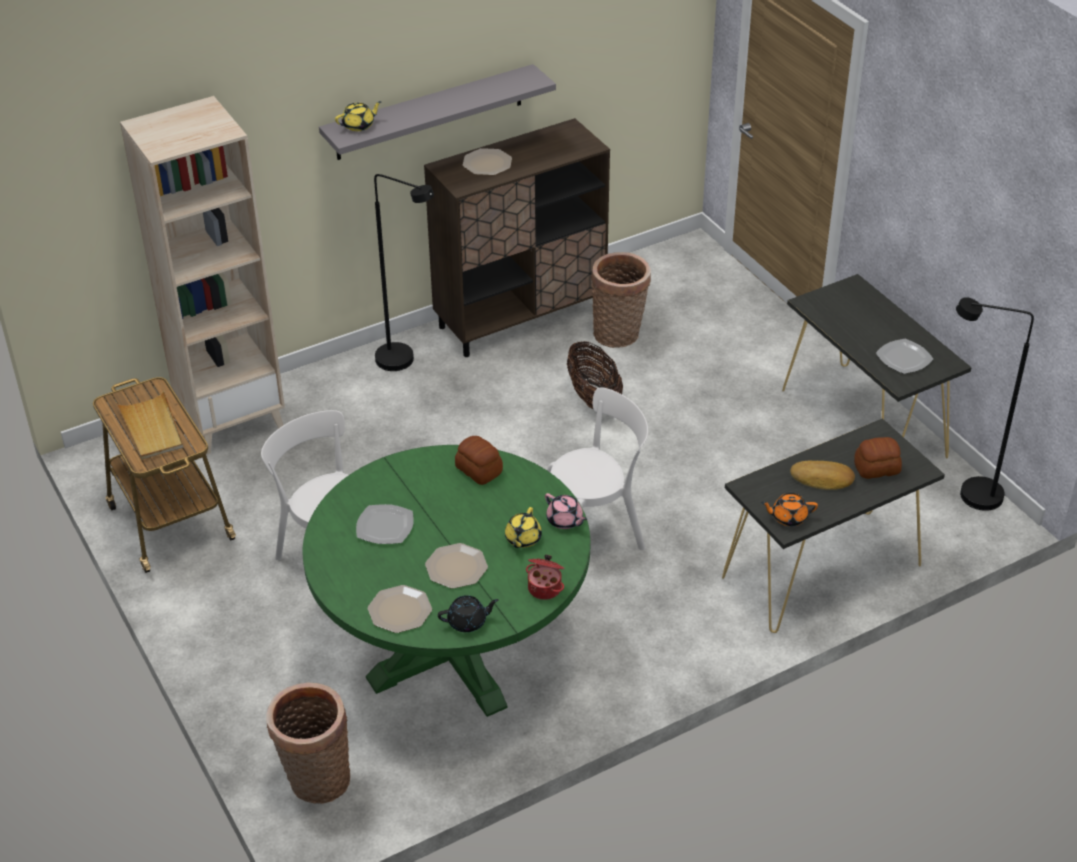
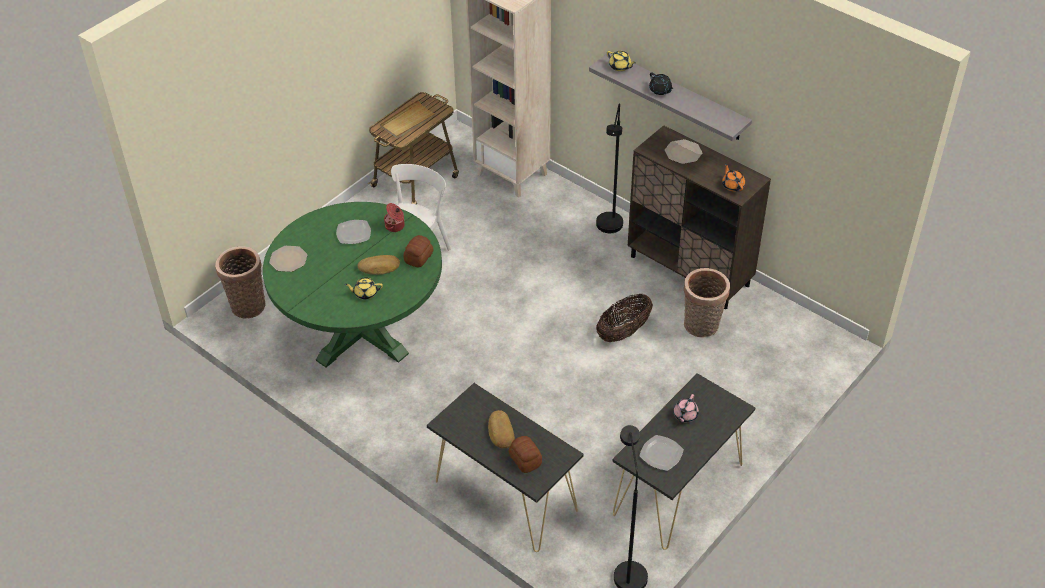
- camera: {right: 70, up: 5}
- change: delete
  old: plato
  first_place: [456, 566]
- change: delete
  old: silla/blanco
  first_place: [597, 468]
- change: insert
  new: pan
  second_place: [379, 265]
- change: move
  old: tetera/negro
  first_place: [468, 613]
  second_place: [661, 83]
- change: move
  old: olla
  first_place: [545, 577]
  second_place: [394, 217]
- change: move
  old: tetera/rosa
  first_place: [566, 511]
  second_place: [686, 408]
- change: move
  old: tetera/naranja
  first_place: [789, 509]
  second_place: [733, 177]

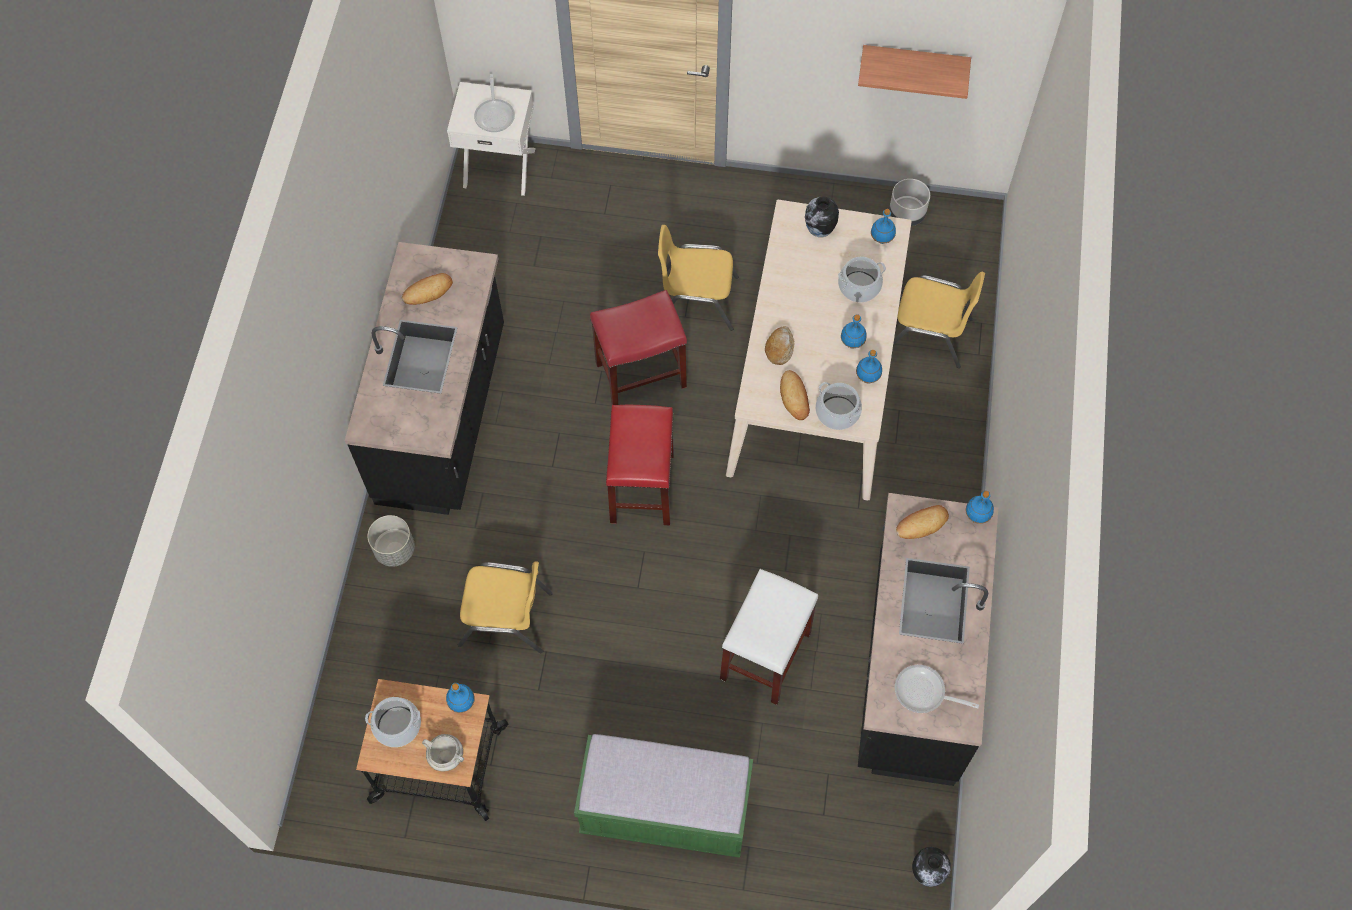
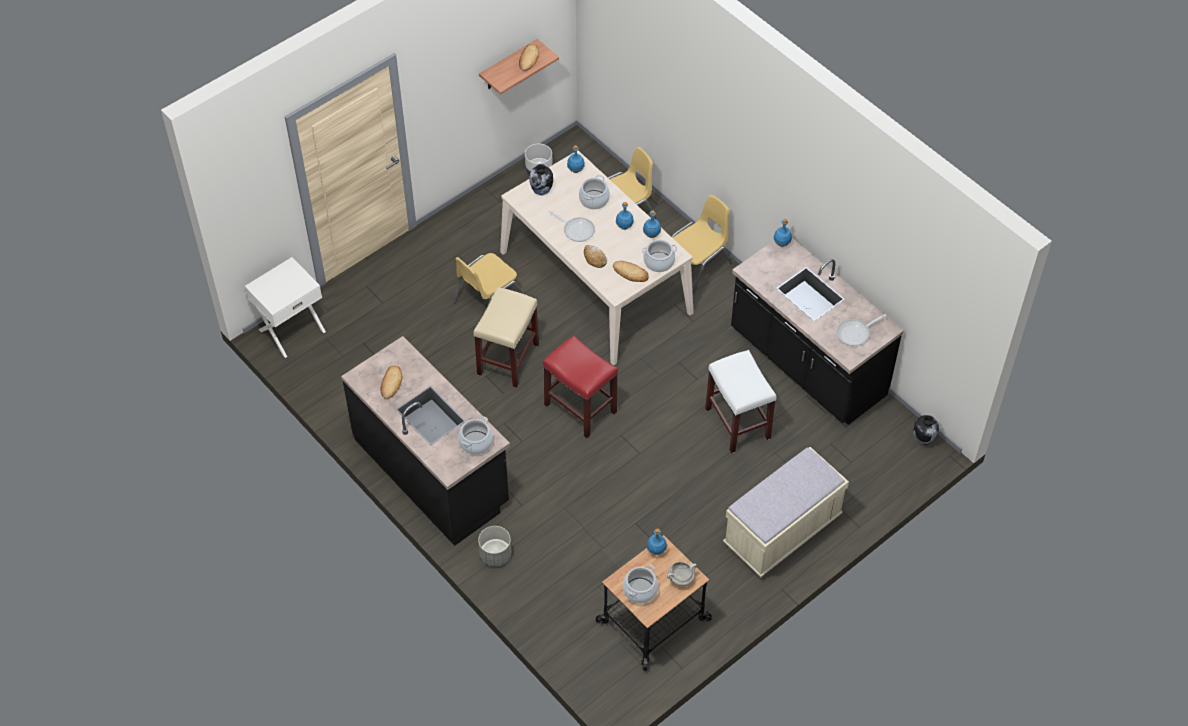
- camera: {right: -50, up: -10}
- change: insert
  new: olla
  second_place: [475, 435]
- change: move
  old: silla/amarillo
  first_place: [505, 607]
  second_place: [701, 244]
- change: move
  old: sartén
  first_place: [494, 103]
  second_place: [571, 226]
- change: move
  old: pan
  first_place: [922, 522]
  second_place: [529, 57]
- change: recolor
  old: banco/verde
  new: banco/beis
  first_place: [663, 796]
  second_place: [786, 512]
- change: recolor
  old: taburete/rojo
  new: taburete/beis
  first_place: [638, 347]
  second_place: [506, 337]

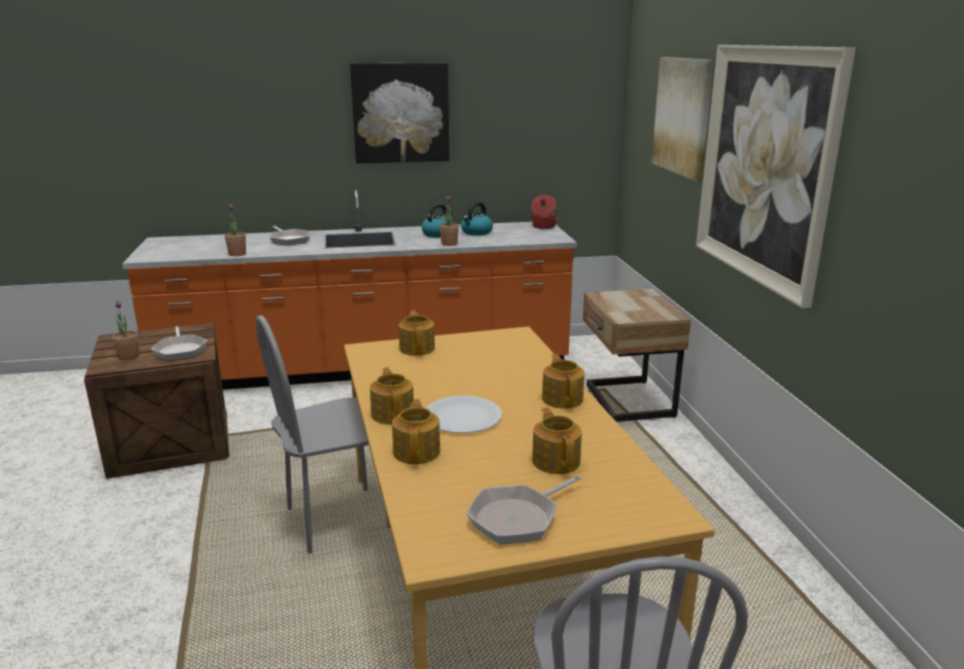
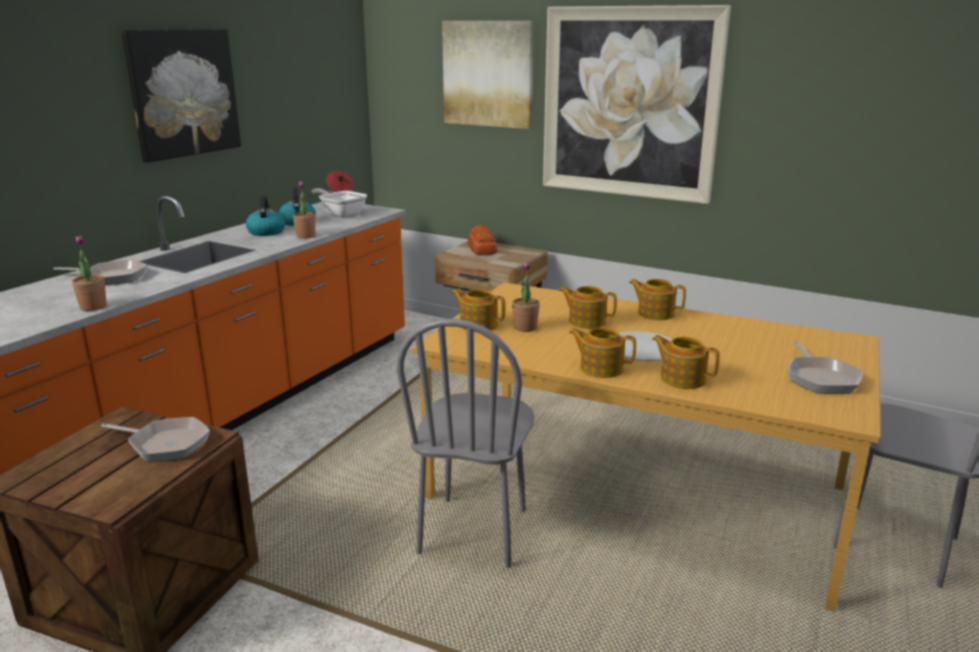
- camera: {right: -50, up: 0}
- change: insert
  new: sartén
  second_place: [339, 203]
- change: insert
  new: pan
  second_place: [482, 240]
- change: move
  old: planta en maceta
  first_place: [125, 330]
  second_place: [526, 296]
- change: move
  old: tetera
  first_place: [557, 440]
  second_place: [588, 307]

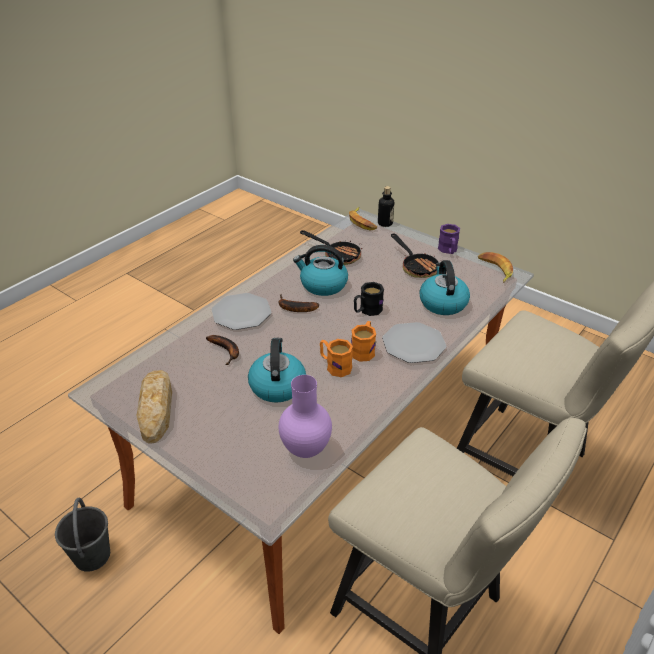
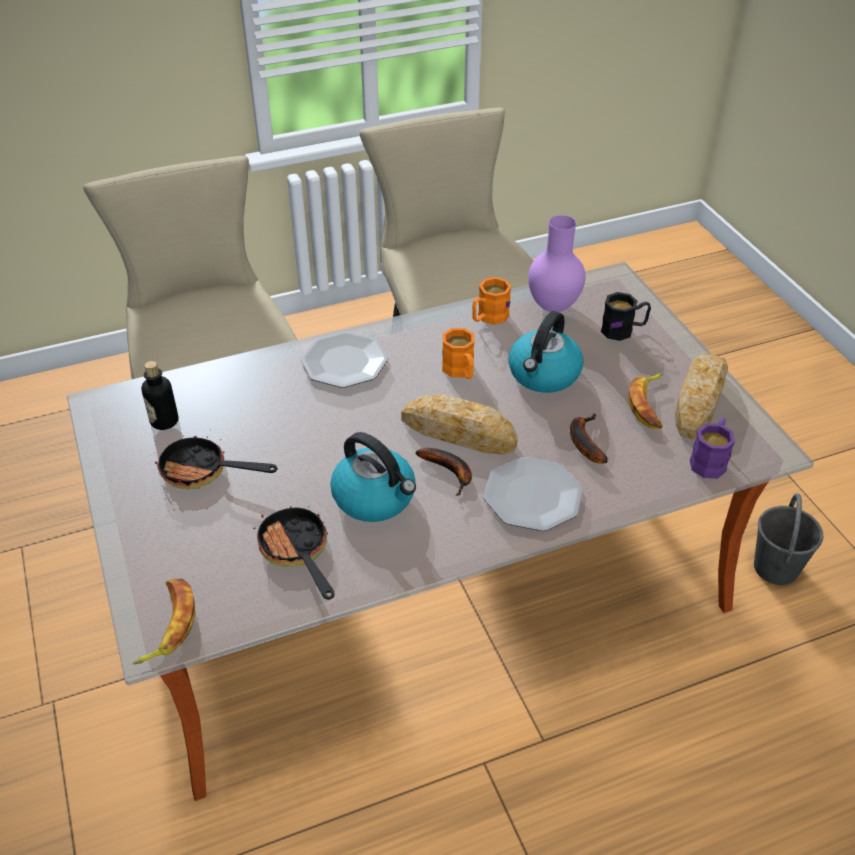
- camera: {right: -150, up: 5}
- change: delete
  old: hervidor
  first_place: [444, 287]
- change: insert
  new: pan
  second_place: [459, 424]
- change: move
  old: taza grande/naranja
  first_place: [363, 341]
  second_place: [491, 301]
- change: move
  old: taza grande/negro
  first_place: [369, 299]
  second_place: [626, 316]
- change: move
  old: botella
  first_place: [386, 206]
  second_place: [160, 395]
- change: move
  old: taza grande/morado
  first_place: [449, 239]
  second_place: [712, 448]
- change: move
  old: plátano
  first_place: [495, 267]
  second_place: [646, 401]
- change: rotate
  old: sartén
  first_place: [415, 256]
  second_place: [216, 462]
  degrees: -75

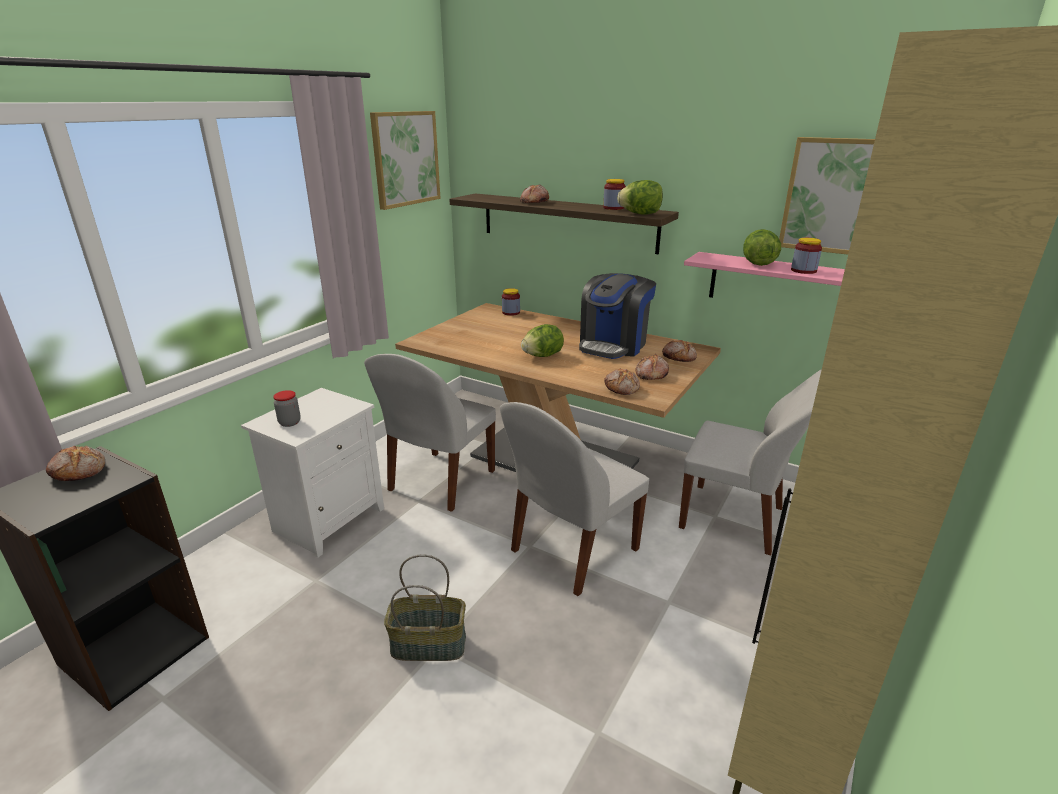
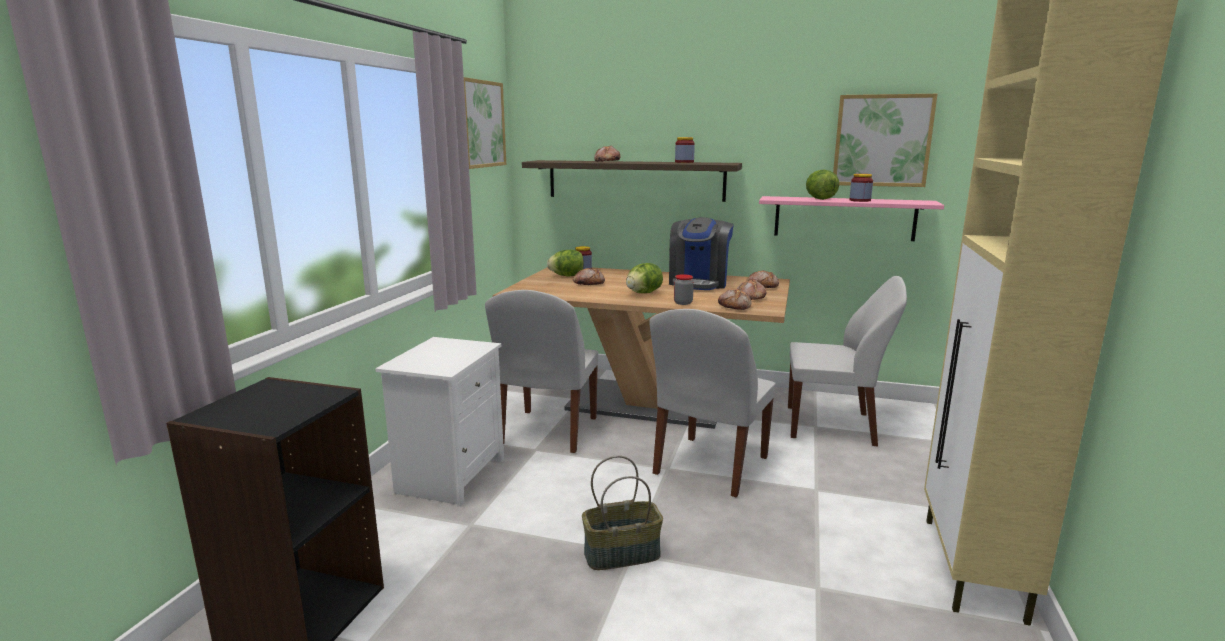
- camera: {right: -15, up: -10}
- change: move
  old: pan
  first_place: [75, 463]
  second_place: [589, 276]
- change: move
  old: tarro
  first_place: [287, 408]
  second_place: [684, 289]
- change: move
  old: lechuga
  first_place: [640, 197]
  second_place: [565, 263]

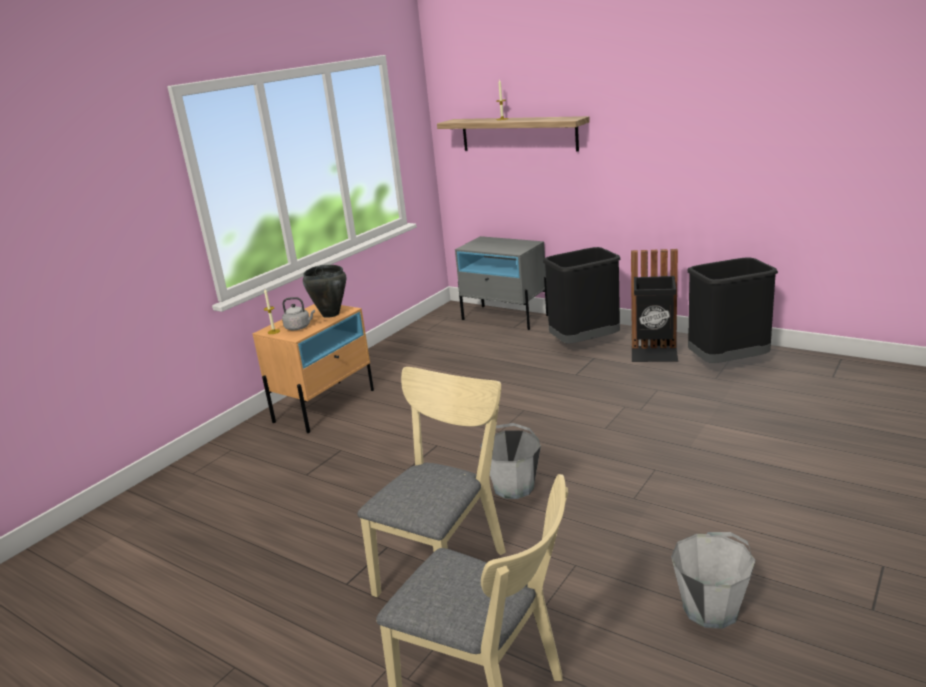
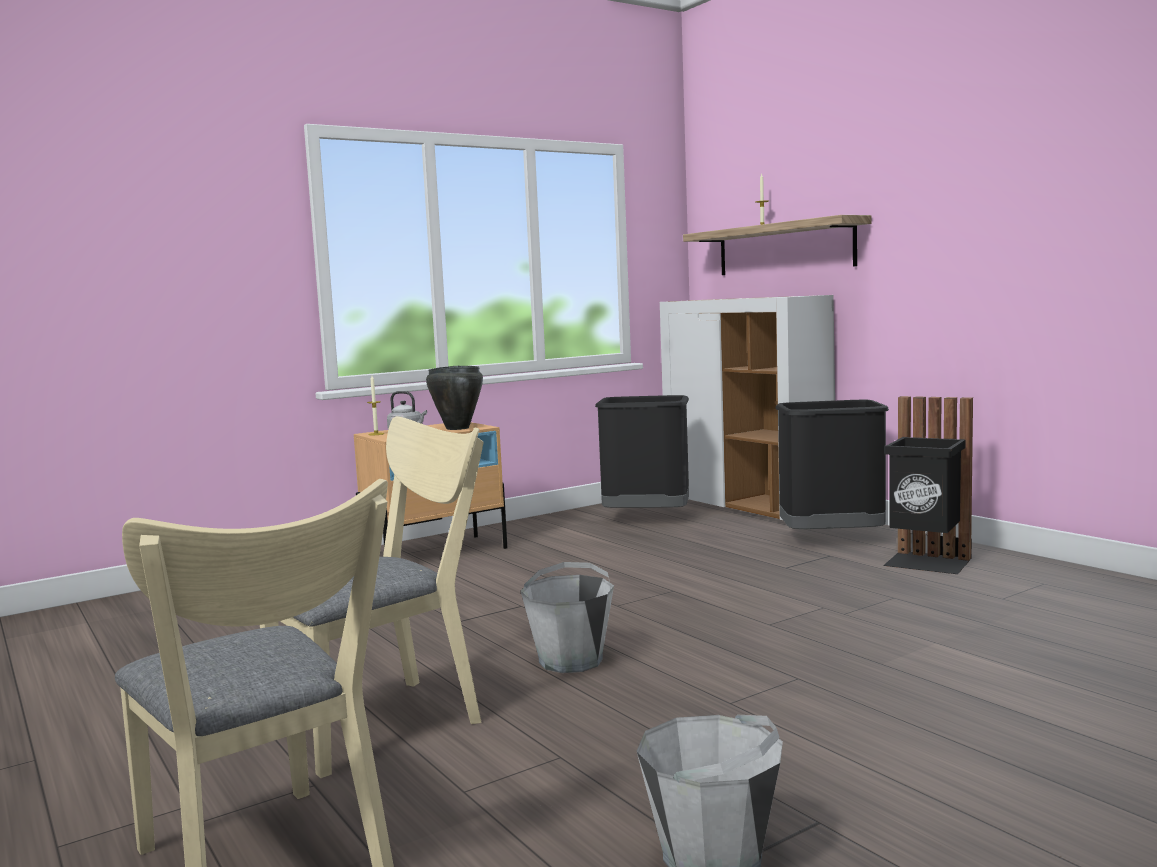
- camera: {right: 20, up: -15}
- change: move
  old: papelera/negro
  first_place: [732, 310]
  second_place: [642, 451]
- change: replace
  old: mesita de noche/gris
  new: armario/blanco
  first_place: [501, 283]
  second_place: [747, 407]

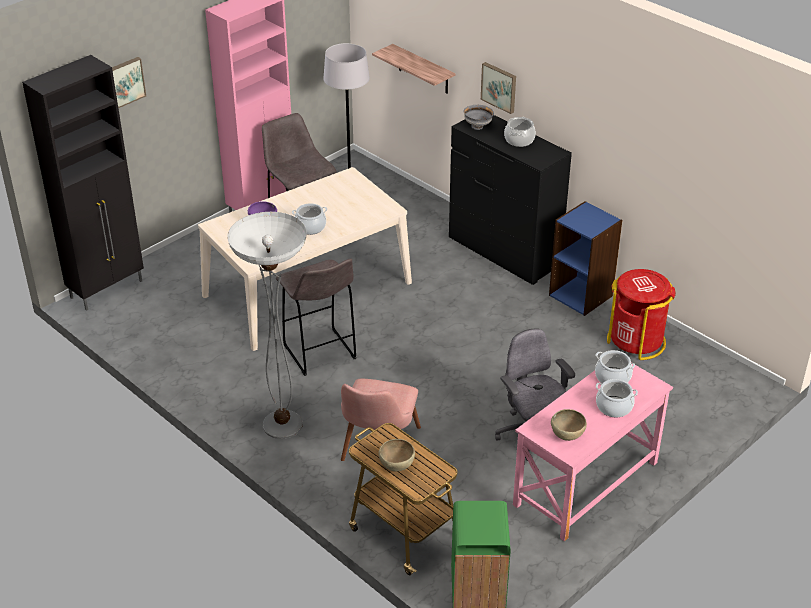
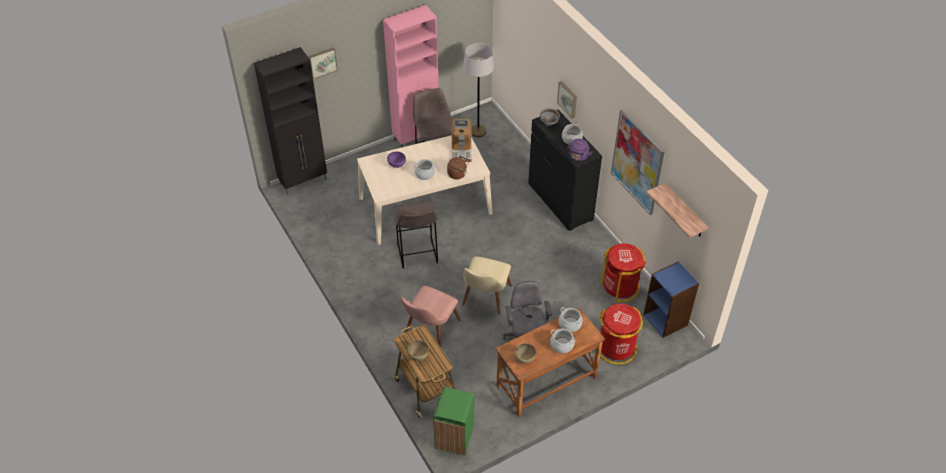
- camera: {right: 15, up: 10}
- change: delete
  old: lámpara de pie
  first_place: [267, 325]
- change: insert
  new: hervidor/marrón
  second_place: [458, 167]
- change: insert
  new: cafetera
  second_place: [461, 140]
- change: insert
  new: silla/beis
  second_place: [487, 285]
- change: insert
  new: hervidor/morado
  second_place: [580, 150]
- change: insert
  new: papelera/rojo
  second_place: [621, 334]
- change: insert
  new: cuadro
  second_place: [638, 162]
- change: move
  old: estante
  first_place: [413, 69]
  second_place: [677, 210]
- change: move
  old: estantería/azul
  first_place: [585, 258]
  second_place: [671, 299]
- change: recolor
  old: escritorio/rosa
  new: escritorio/marrón
  first_place: [593, 452]
  second_place: [550, 362]

